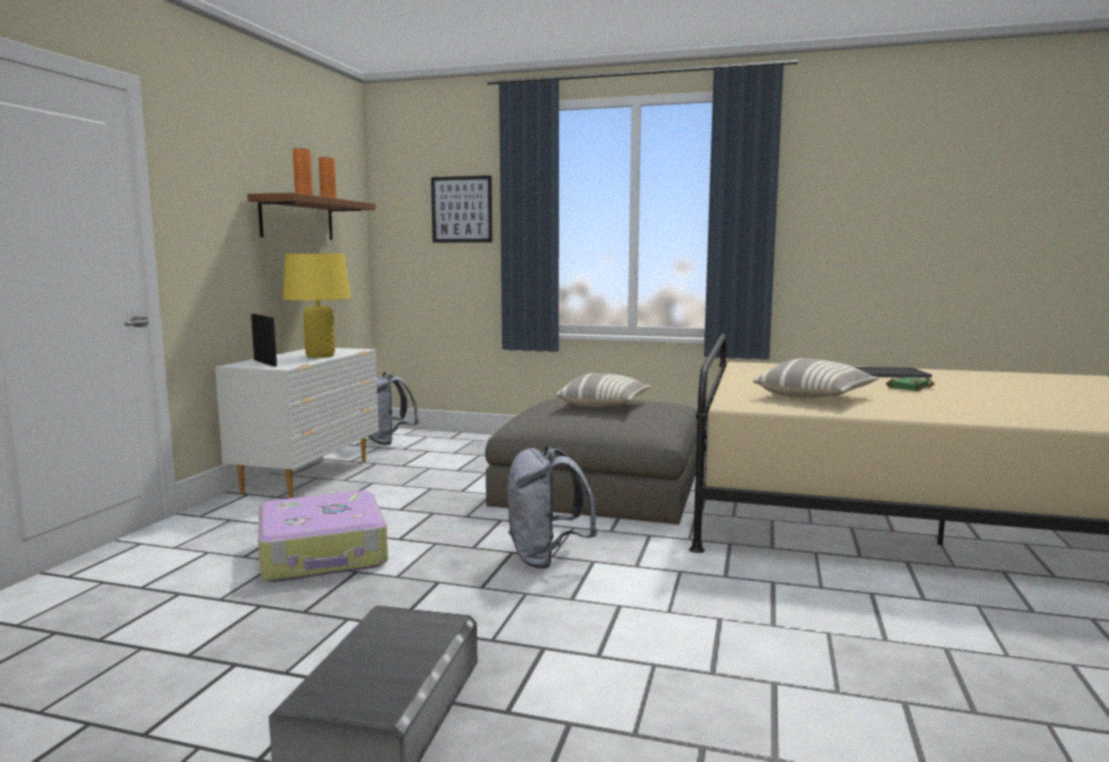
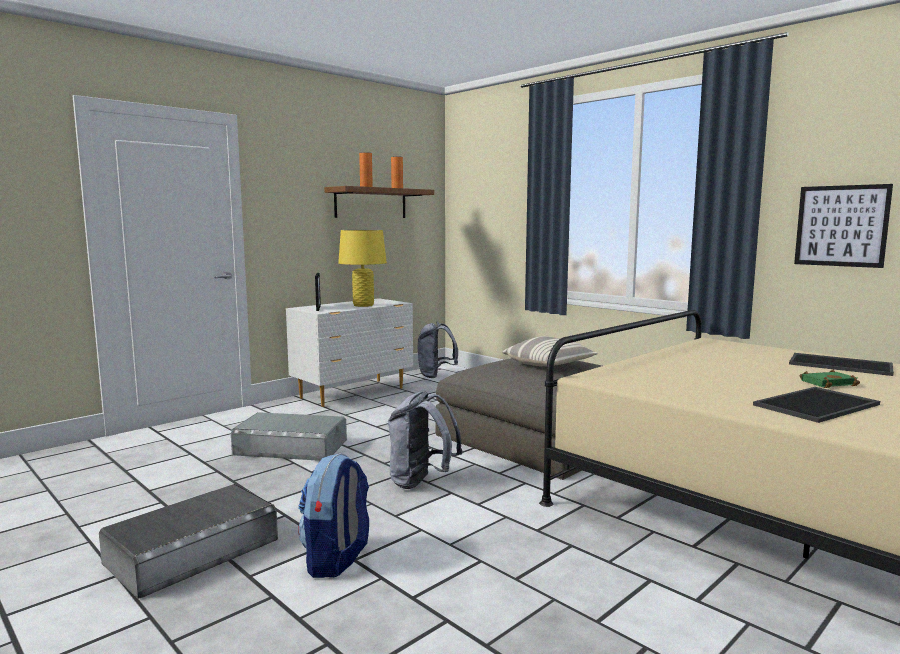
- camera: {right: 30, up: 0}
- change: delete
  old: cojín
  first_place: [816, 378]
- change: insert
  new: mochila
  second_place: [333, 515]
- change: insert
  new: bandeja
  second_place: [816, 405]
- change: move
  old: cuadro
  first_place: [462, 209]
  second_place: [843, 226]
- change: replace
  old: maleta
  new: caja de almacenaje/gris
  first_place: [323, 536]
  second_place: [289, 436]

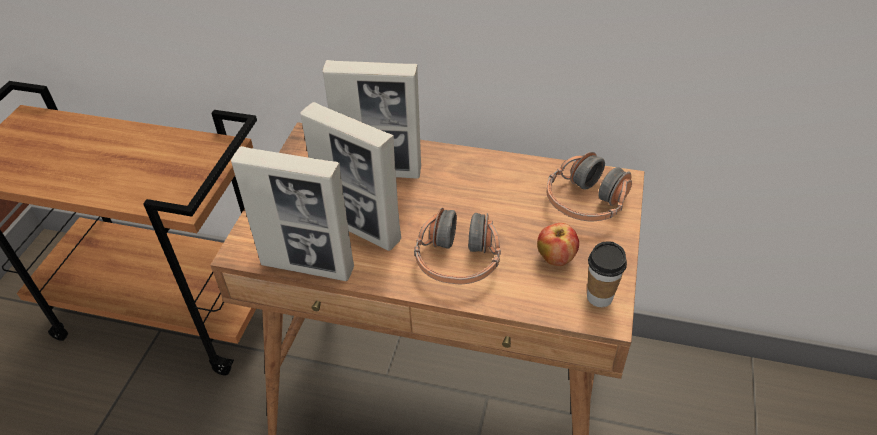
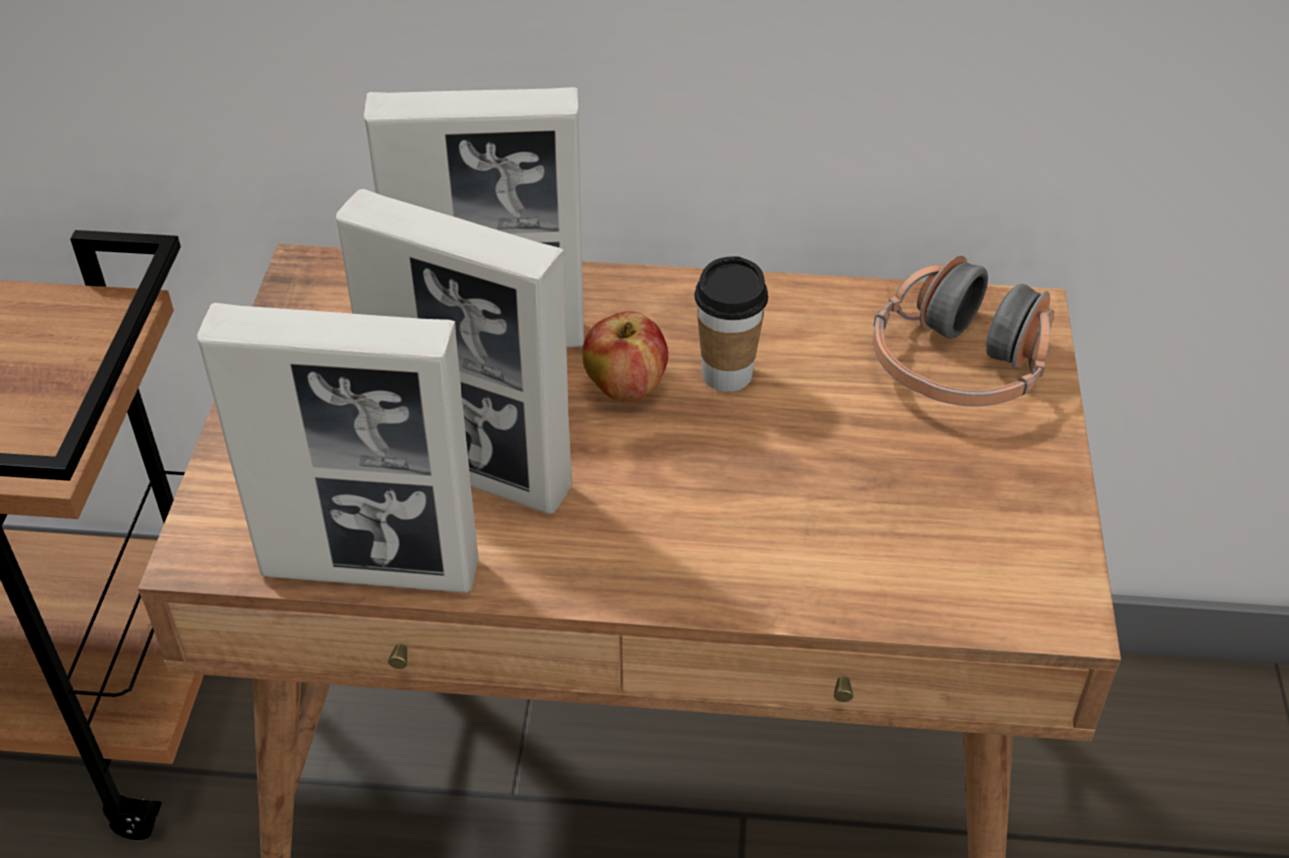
- camera: {right: -10, up: 0}
- change: delete
  old: auriculares
  first_place: [457, 246]
- change: move
  old: manzana
  first_place: [558, 244]
  second_place: [625, 356]
- change: move
  old: taza
  first_place: [607, 274]
  second_place: [731, 324]

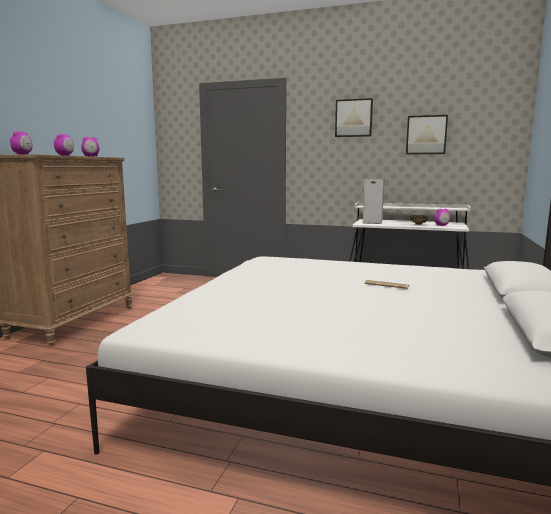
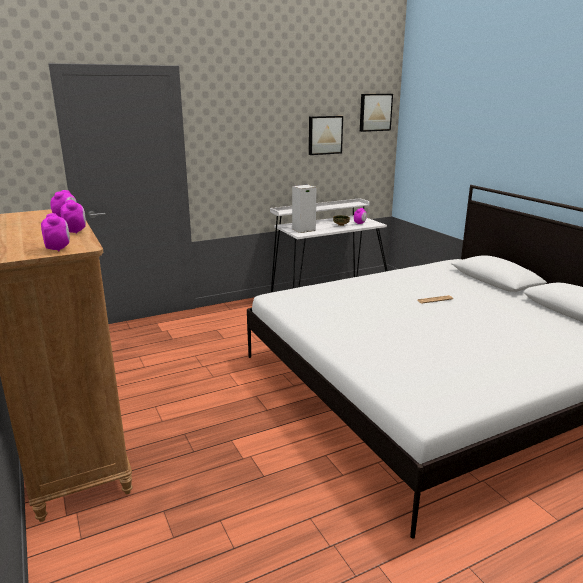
- camera: {right: -45, up: 10}
- change: move
  old: cuadro
  first_place: [354, 117]
  second_place: [376, 113]

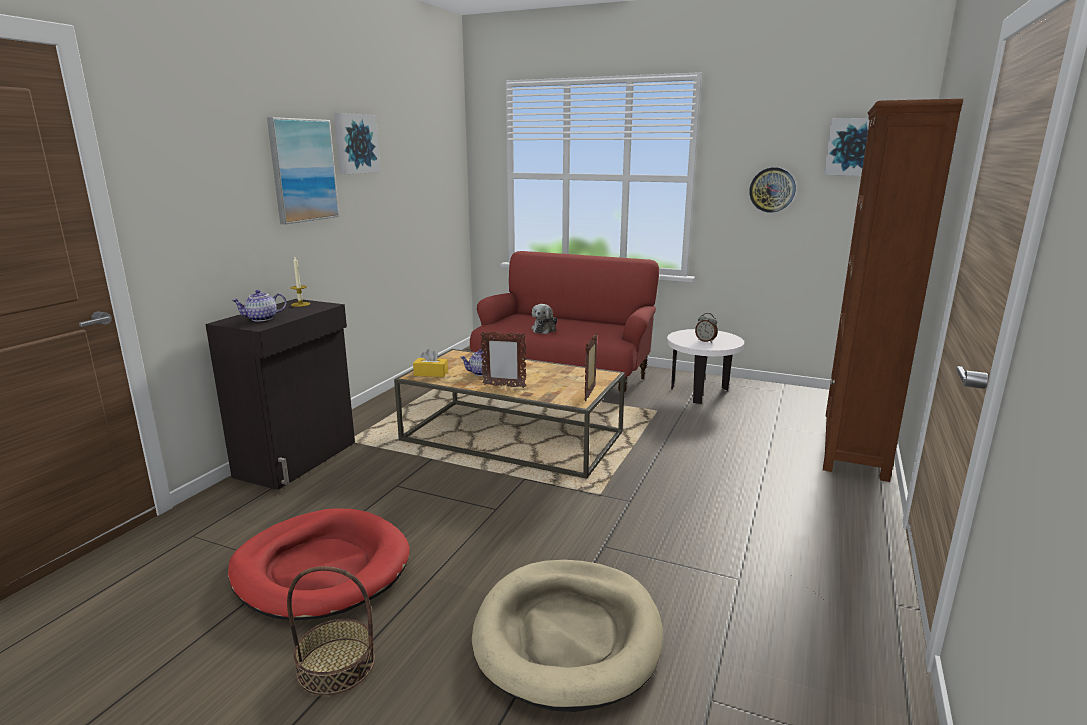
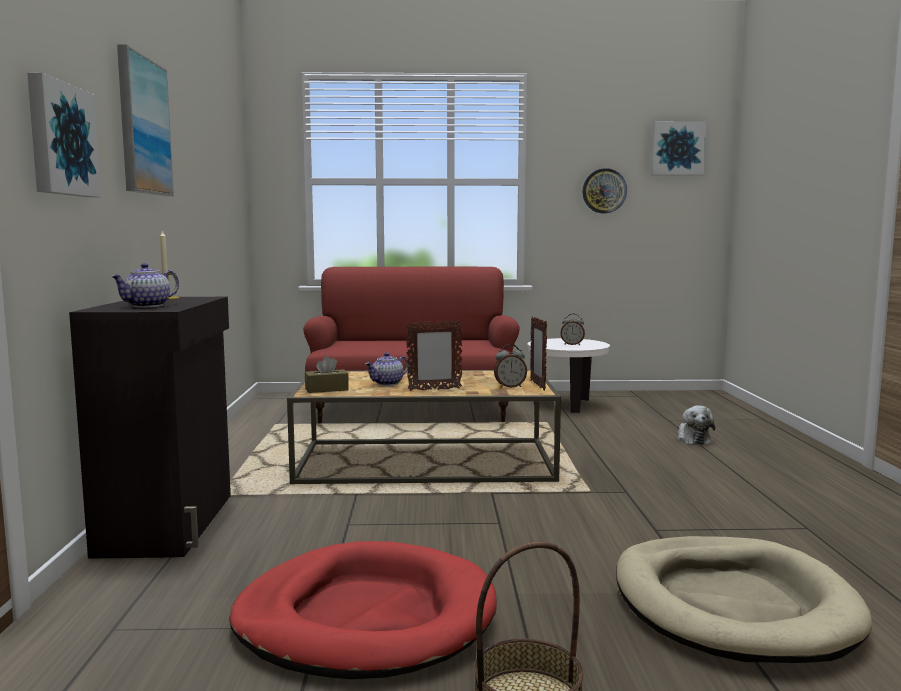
- camera: {right: -25, up: -10}
- change: delete
  old: estantería/marrón
  first_place: [893, 290]
- change: insert
  new: despertador
  second_place: [510, 366]
- change: move
  old: cuadro
  first_place: [357, 143]
  second_place: [64, 135]
- change: move
  old: peluche
  first_place: [544, 319]
  second_place: [696, 425]
- change: recolor
  old: caja de pañuelos/amarillo
  new: caja de pañuelos/marrón
  first_place: [430, 363]
  second_place: [327, 374]

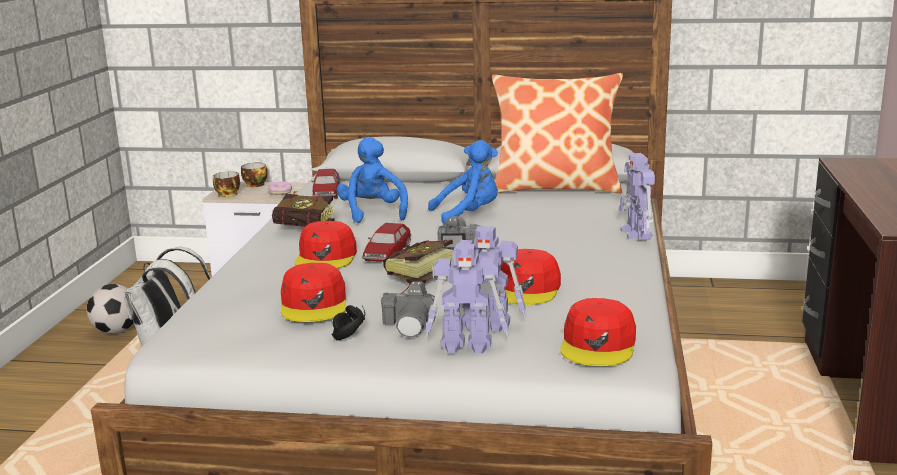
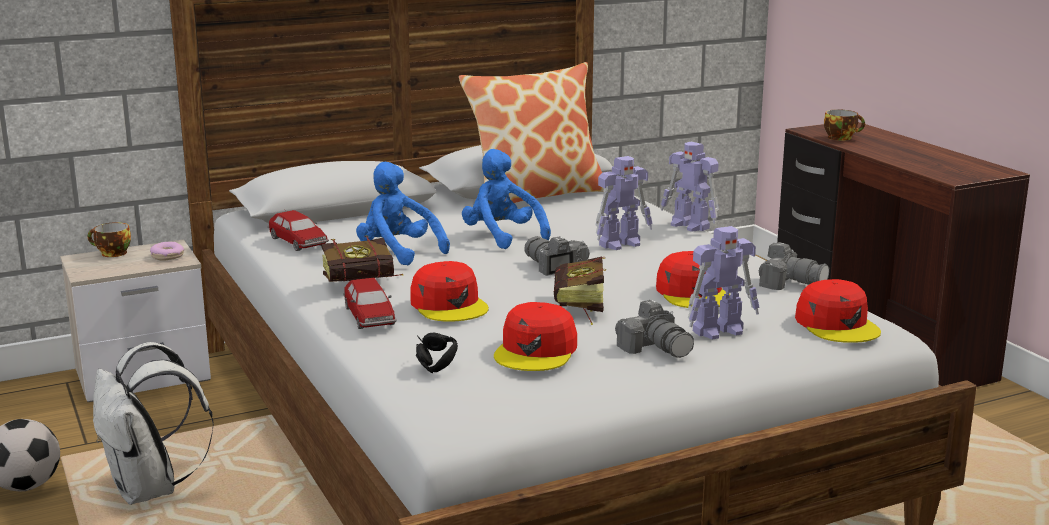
- camera: {right: -35, up: 0}
- change: insert
  new: cámara
  second_place: [794, 266]
- change: move
  old: taza
  first_place: [226, 184]
  second_place: [844, 125]
- change: move
  old: auriculares/negro
  first_place: [348, 322]
  second_place: [437, 353]
- change: move
  old: coche de juguete
  first_place: [387, 242]
  second_place: [370, 302]
- change: move
  old: robot de juguete
  first_place: [467, 299]
  second_place: [624, 203]
- change: rotate
  old: gorra/rojo
  first_place: [313, 292]
  second_place: [535, 336]
  degrees: 60
- change: rotate
  old: peluche/azul
  first_place: [463, 182]
  second_place: [506, 199]
  degrees: -75

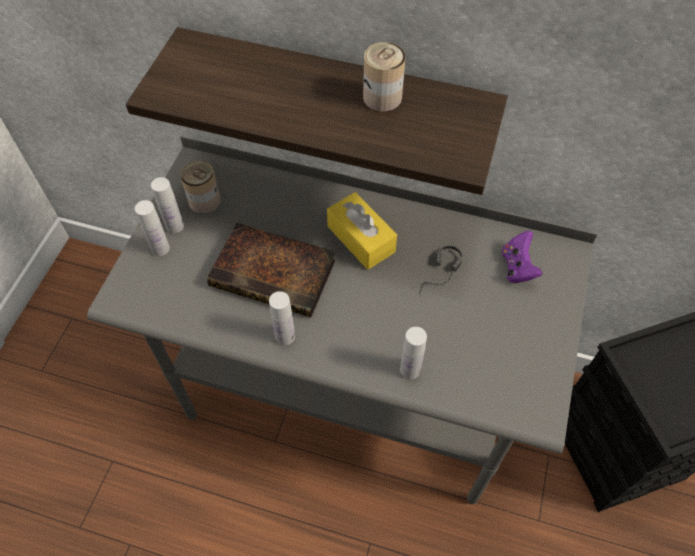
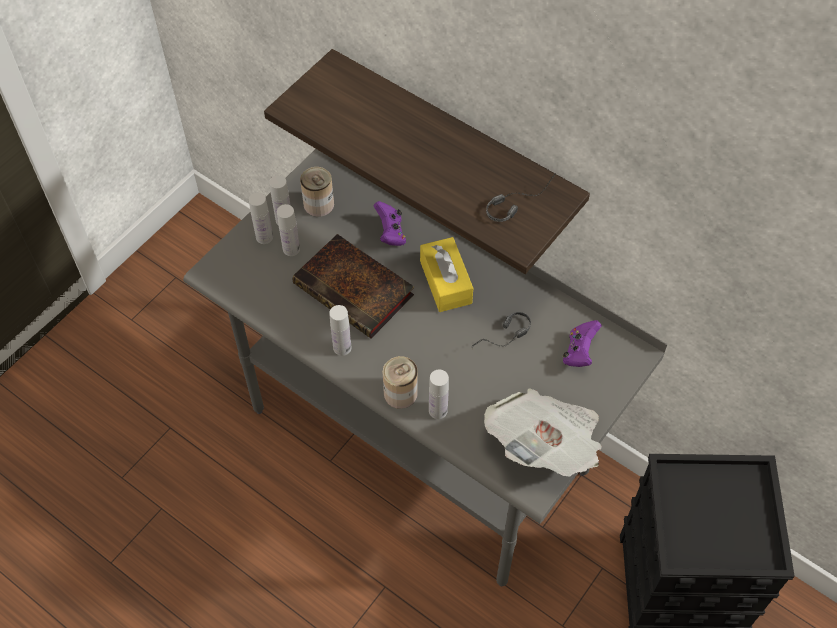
- camera: {right: 20, up: 0}
- change: insert
  new: botella/blanco
  second_place: [288, 230]
- change: insert
  new: mando de consola/morado
  second_place: [390, 223]
- change: insert
  new: periódico
  second_place: [543, 433]
- change: insert
  new: auriculares
  second_place: [521, 197]
- change: move
  old: lata
  first_place: [384, 76]
  second_place: [400, 382]

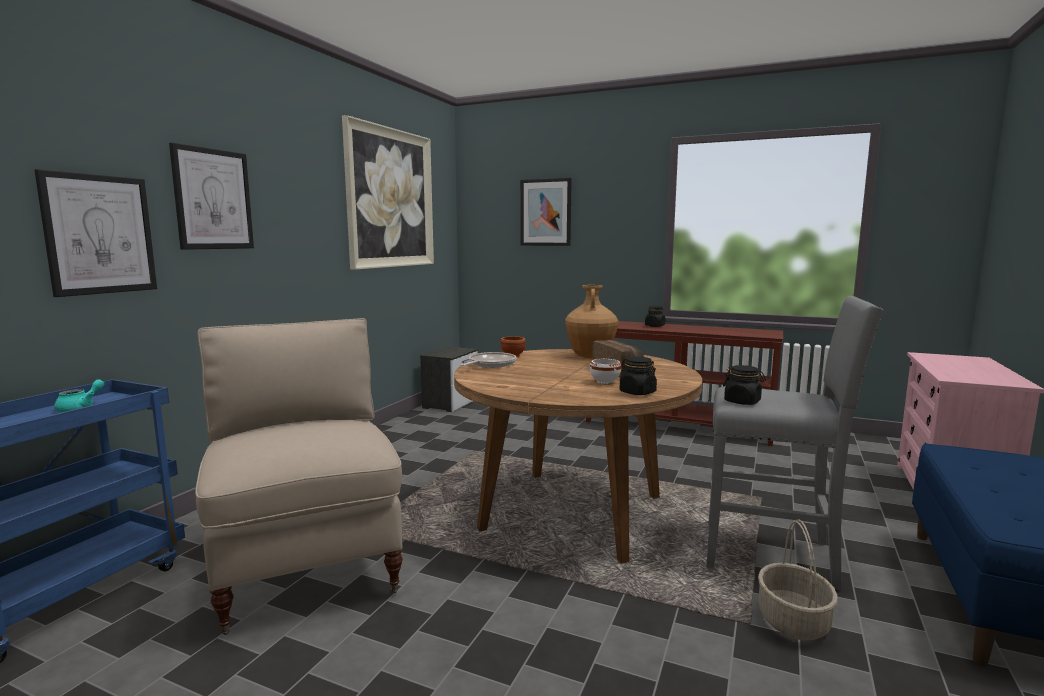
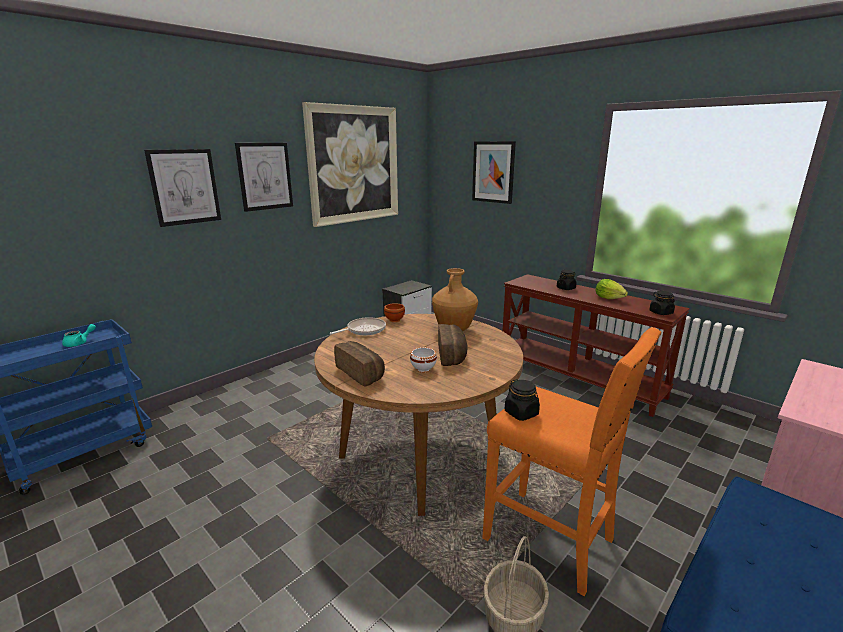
- camera: {right: 20, up: 10}
- change: delete
  old: silla/beis
  first_place: [299, 476]
- change: insert
  new: pan
  second_place: [359, 363]
- change: insert
  new: lechuga
  second_place: [612, 289]
- change: move
  old: cuadro
  first_place: [96, 233]
  second_place: [264, 177]
- change: move
  old: tarro/negro
  first_place: [638, 375]
  second_place: [662, 303]
- change: recolor
  old: taburete/gris
  new: taburete/naranja
  first_place: [795, 443]
  second_place: [571, 462]

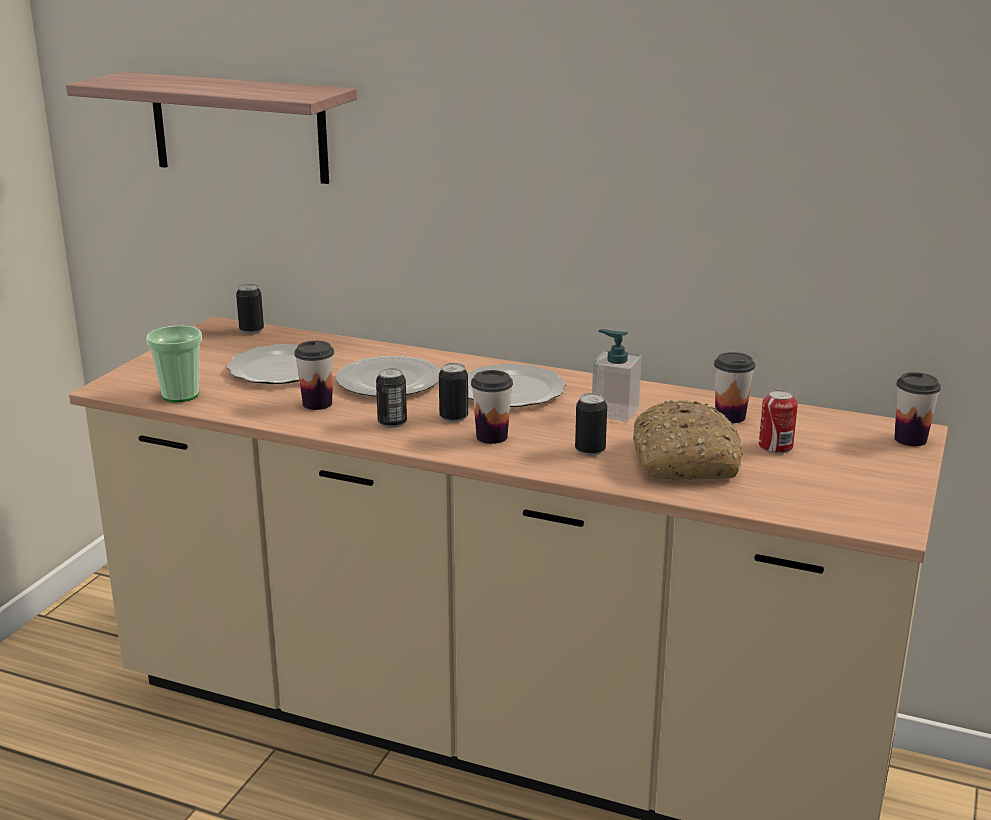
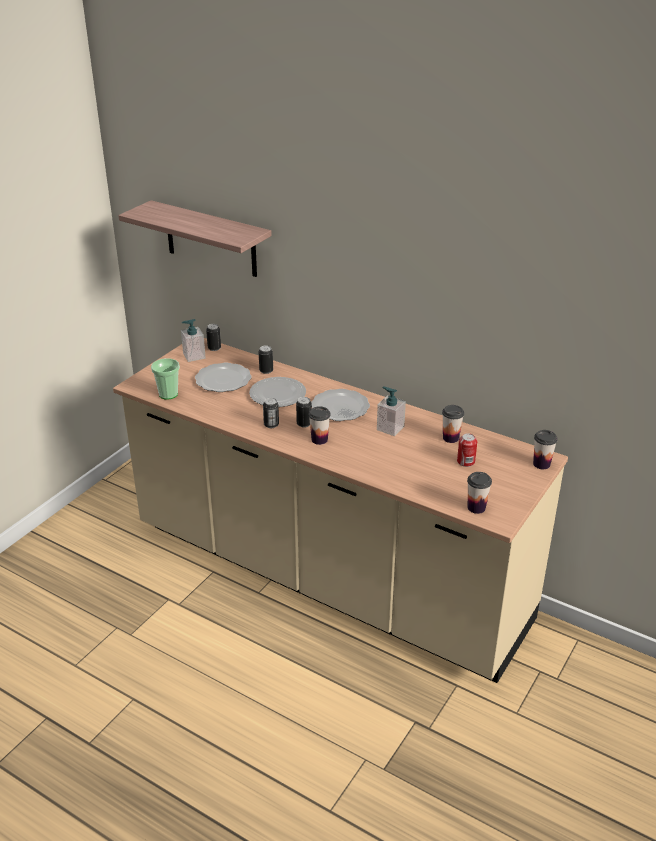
- camera: {right: 10, up: 10}
- change: delete
  old: pan
  first_place: [688, 440]
- change: insert
  new: dispensador de jabón
  second_place: [193, 340]
- change: move
  old: taza
  first_place: [314, 375]
  second_place: [479, 493]
- change: move
  old: lata
  first_place: [591, 424]
  second_place: [266, 359]

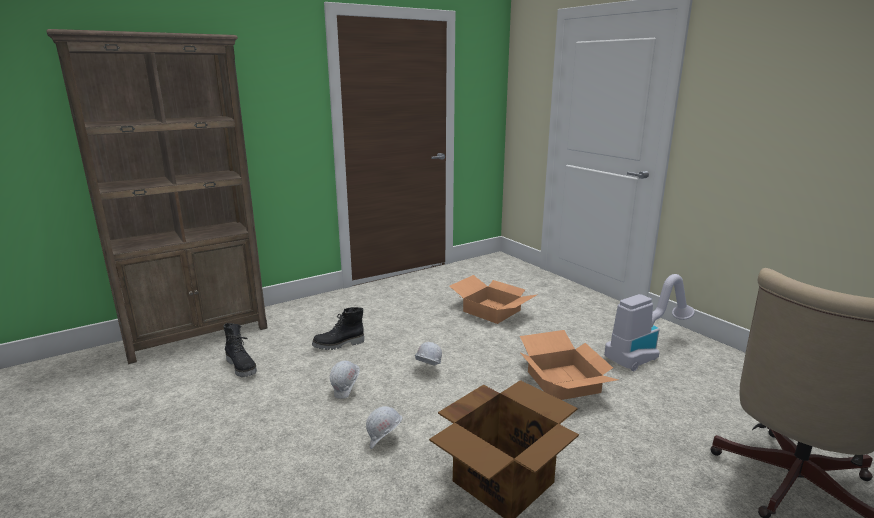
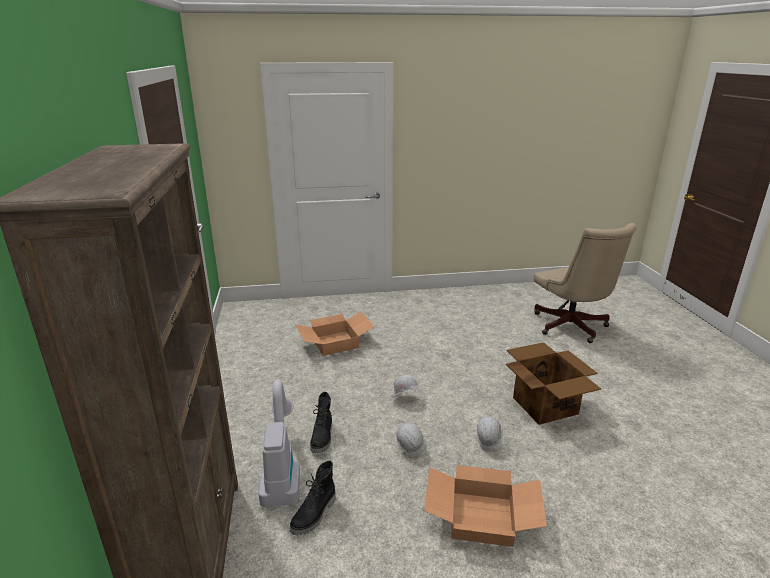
- camera: {right: -65, up: 5}
- change: move
  old: caja de cartón
  first_place: [569, 365]
  second_place: [485, 506]
- change: move
  old: aspiradora
  first_place: [649, 322]
  second_place: [279, 443]
- change: rotate
  old: bota/negro
  first_place: [240, 350]
  second_place: [313, 498]
  degrees: 135

